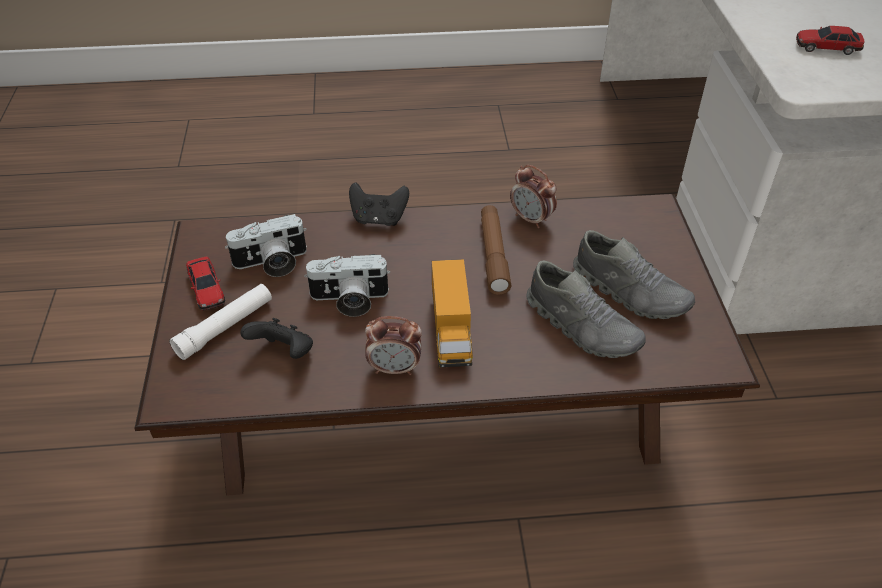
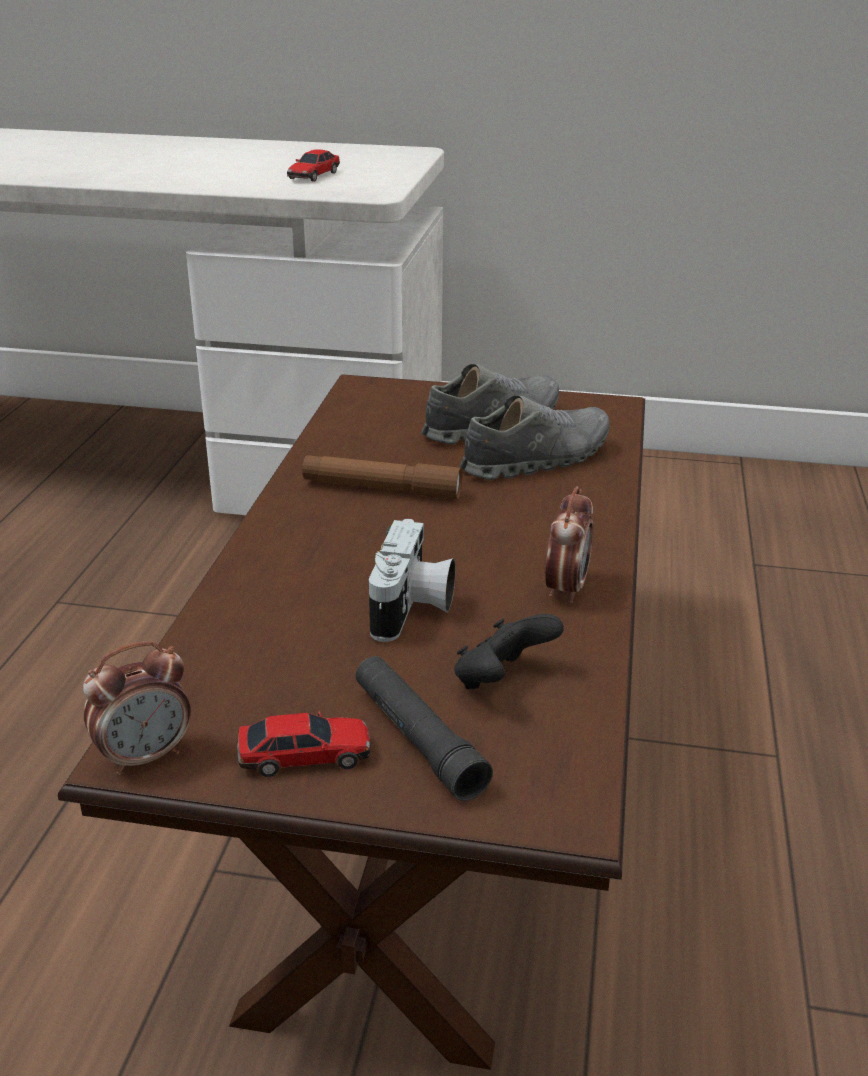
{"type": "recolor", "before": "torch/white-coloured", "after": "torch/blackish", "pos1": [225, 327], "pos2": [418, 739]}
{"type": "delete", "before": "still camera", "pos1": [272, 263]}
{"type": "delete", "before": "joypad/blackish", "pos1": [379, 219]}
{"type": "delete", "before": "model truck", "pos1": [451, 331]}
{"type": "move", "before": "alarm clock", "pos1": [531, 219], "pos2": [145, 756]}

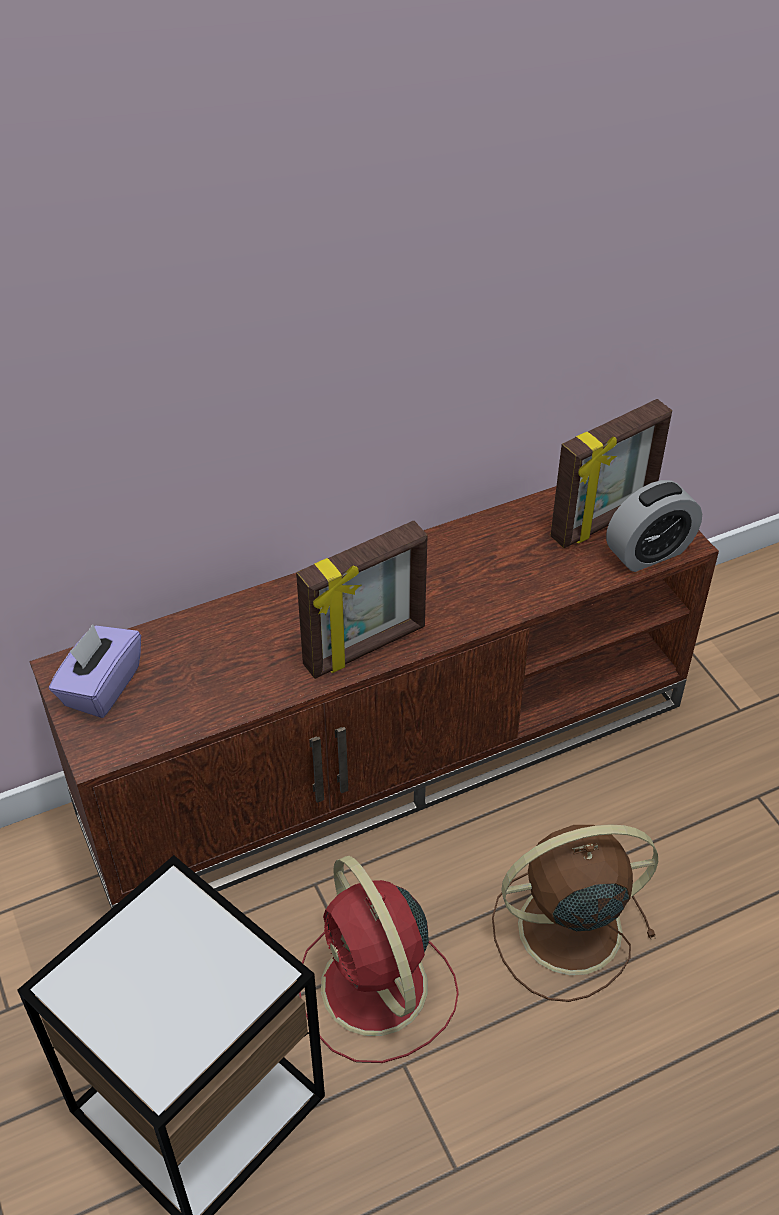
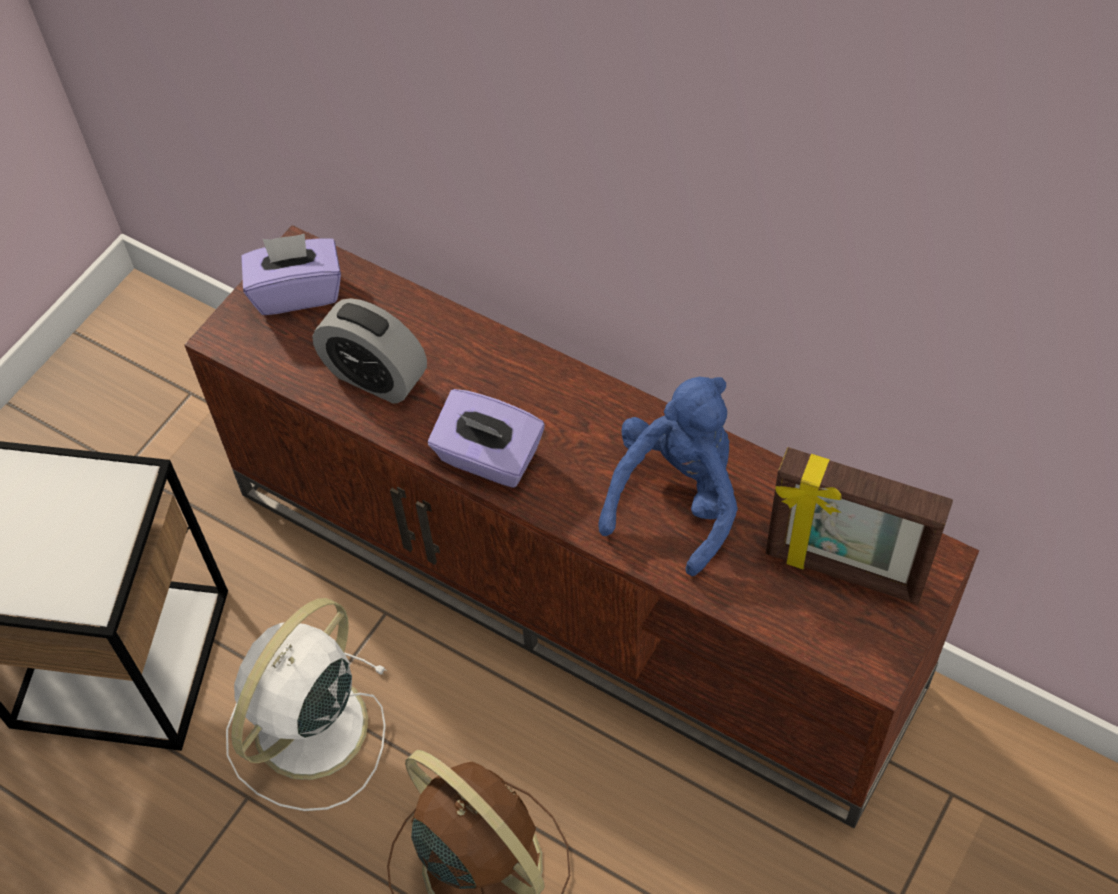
{"type": "replace", "before": "standing frame", "after": "box of tissues/purple", "pos1": [365, 648], "pos2": [488, 458]}
{"type": "recolor", "before": "cooling fan/reddish", "after": "cooling fan/white-coloured", "pos1": [376, 990], "pos2": [308, 730]}
{"type": "move", "before": "alarm clock", "pos1": [648, 552], "pos2": [375, 376]}
{"type": "insert", "after": "plush toy/blue", "pos2": [677, 498]}

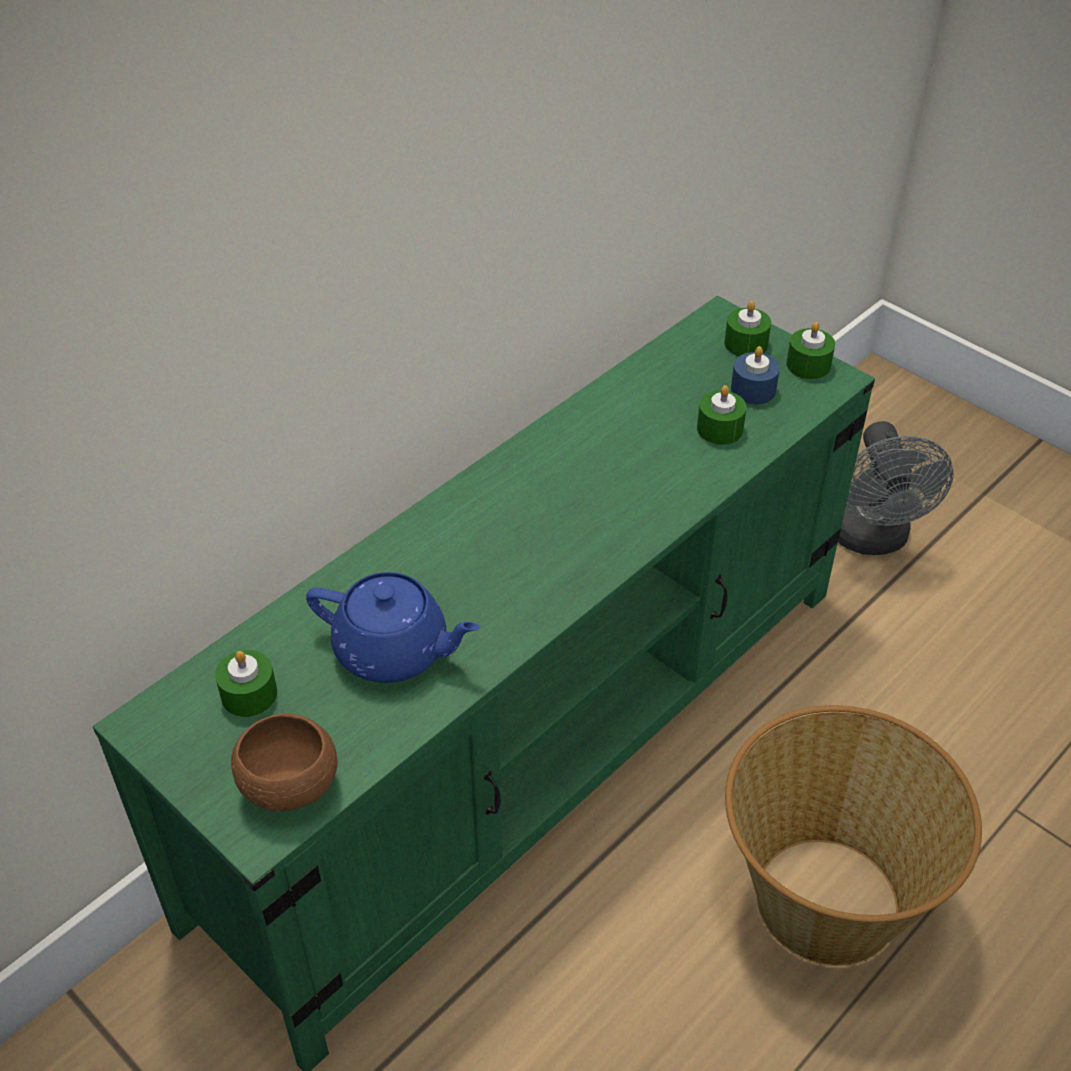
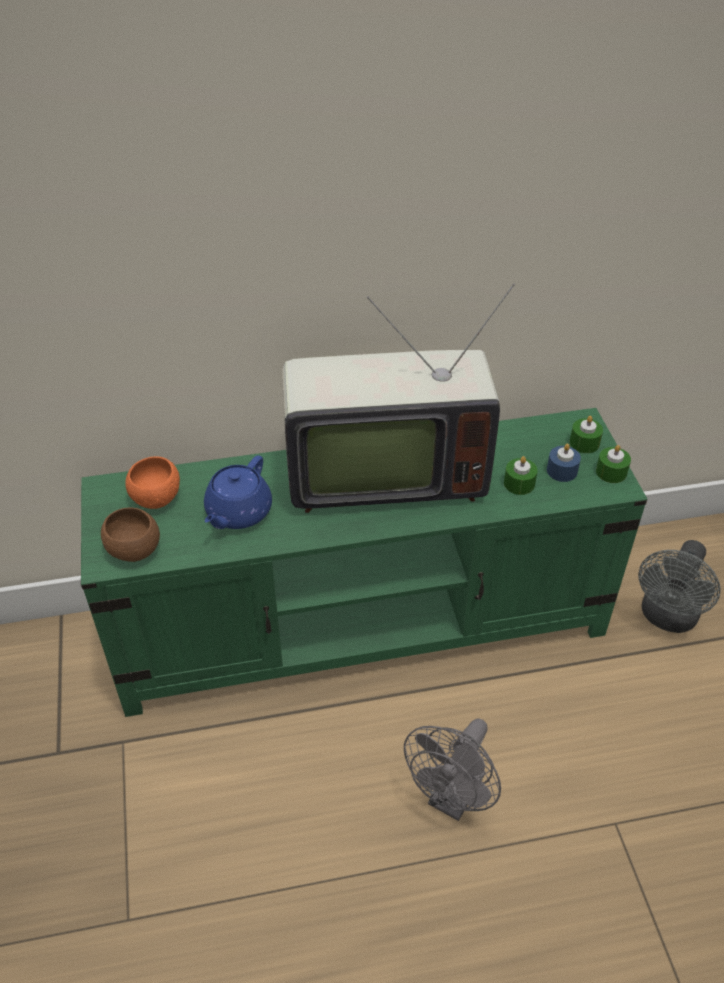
{"type": "replace", "before": "candle/greenish", "after": "serving bowl/orangey", "pos1": [249, 694], "pos2": [156, 498]}
{"type": "rotate", "before": "teapot/blue", "pos1": [394, 651], "pos2": [238, 513], "turn": 60}
{"type": "replace", "before": "basket", "after": "cooling fan/gray", "pos1": [825, 898], "pos2": [452, 799]}
{"type": "insert", "after": "TV", "pos2": [381, 474]}

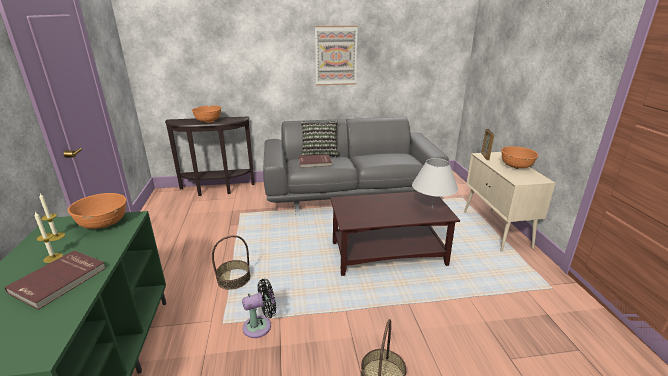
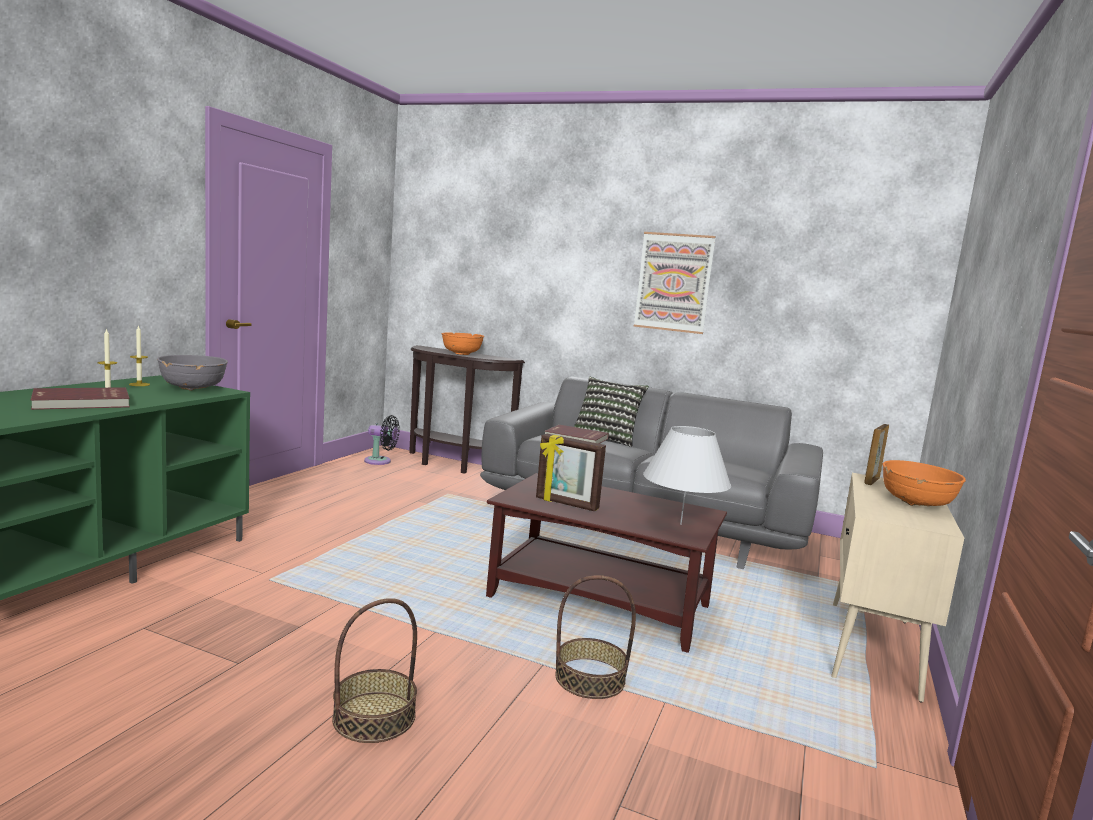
{"type": "recolor", "before": "serving bowl/orangey", "after": "serving bowl/gray", "pos1": [103, 223], "pos2": [193, 388]}
{"type": "move", "before": "basket", "pos1": [234, 279], "pos2": [590, 678]}
{"type": "move", "before": "cooling fan/blackish", "pos1": [260, 326], "pos2": [380, 461]}
{"type": "insert", "after": "standing frame", "pos2": [566, 504]}

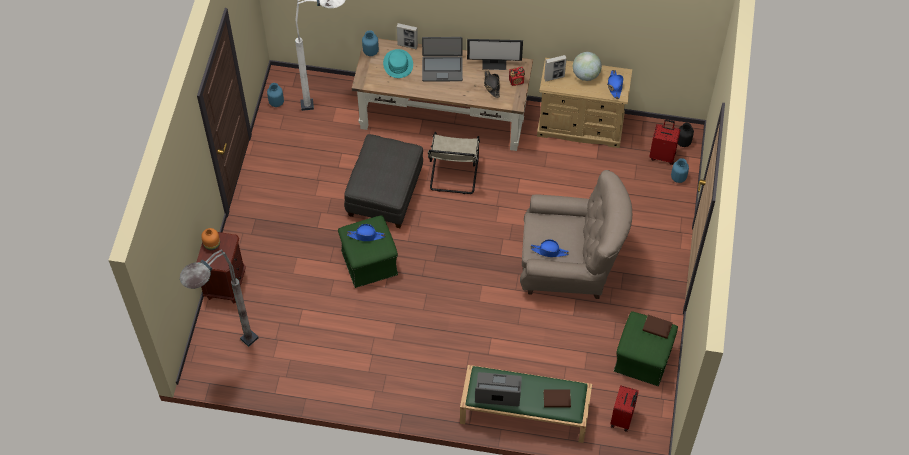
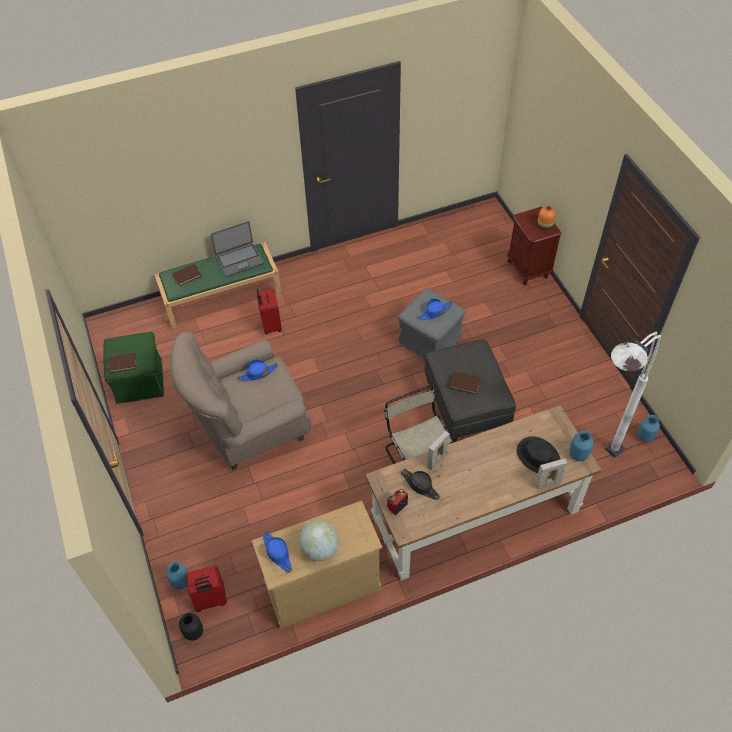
{"type": "delete", "before": "standing lamp/gray", "pos1": [228, 356]}
{"type": "recolor", "before": "footrest/greenish", "after": "footrest/gray", "pos1": [369, 262], "pos2": [430, 340]}
{"type": "recolor", "before": "hat/turquoise-coloured", "after": "hat/blackish", "pos1": [398, 64], "pos2": [537, 456]}
{"type": "delete", "before": "portable computer", "pos1": [442, 68]}
{"type": "delete", "before": "computer display", "pos1": [494, 63]}
{"type": "move", "before": "standing frame", "pos1": [554, 77], "pos2": [437, 460]}
{"type": "move", "before": "piece of luggage/reddish", "pos1": [623, 418], "pos2": [270, 325]}
{"type": "insert", "after": "volume/brownish", "pos2": [465, 383]}

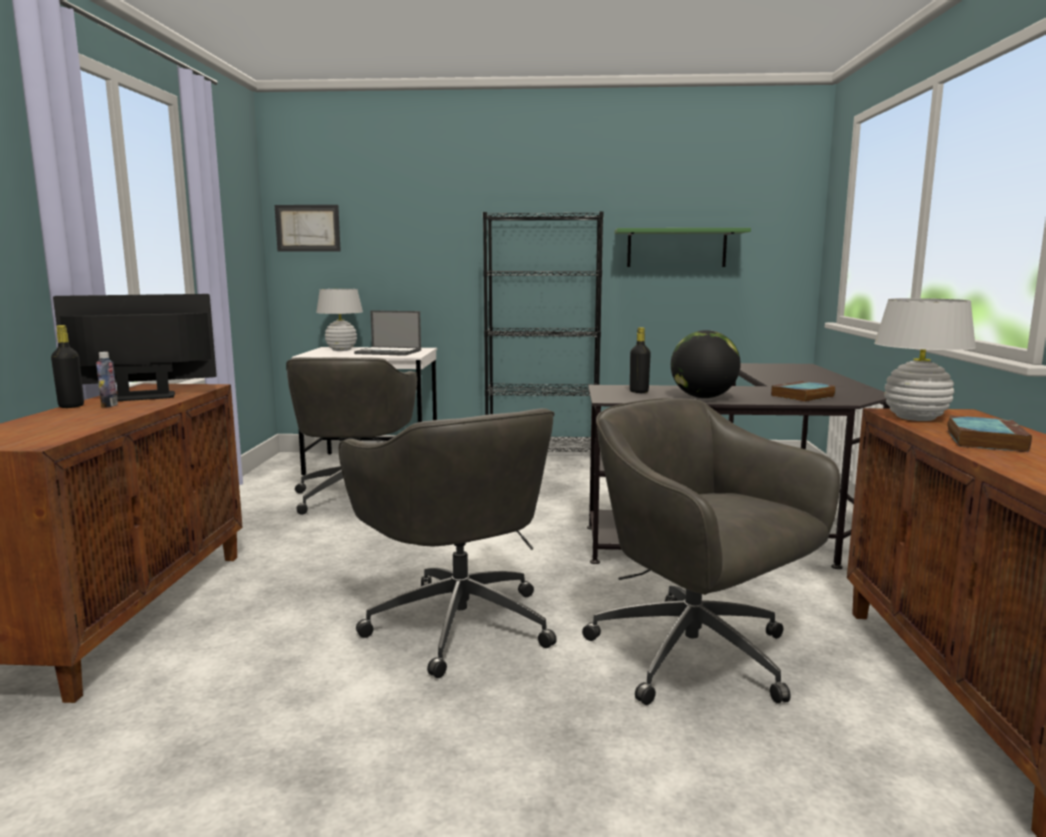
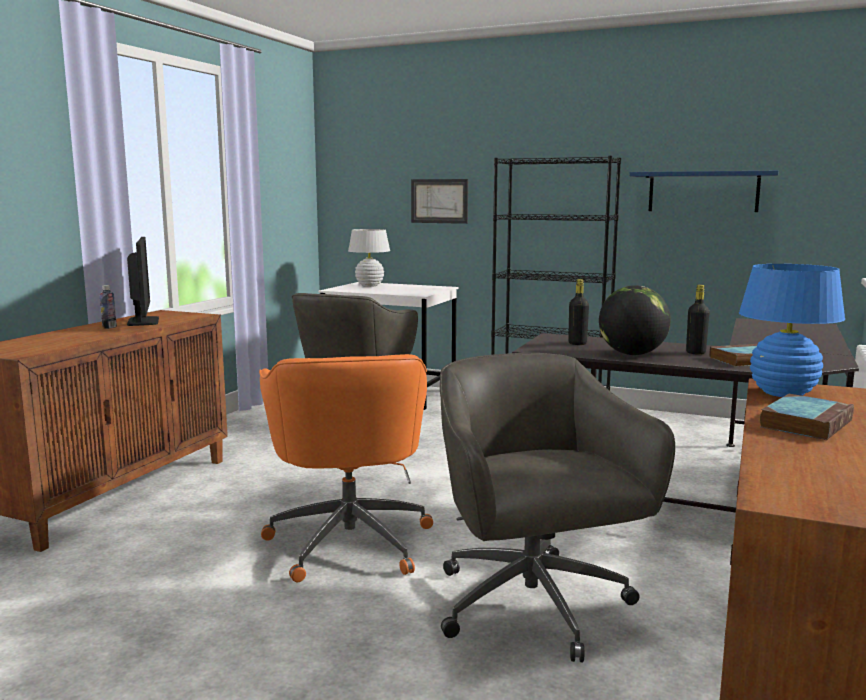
{"type": "move", "before": "bottle/blackish", "pos1": [71, 406], "pos2": [695, 353]}
{"type": "rotate", "before": "computer display", "pos1": [144, 397], "pos2": [143, 321], "turn": 75}
{"type": "move", "before": "wall picture", "pos1": [308, 228], "pos2": [439, 201]}
{"type": "recolor", "before": "computer chair/gray", "after": "computer chair/orangey", "pos1": [458, 622], "pos2": [350, 540]}
{"type": "delete", "before": "portable computer", "pos1": [389, 352]}
{"type": "recolor", "before": "wall shelf/greenish", "after": "wall shelf/blue", "pos1": [676, 248], "pos2": [703, 192]}
{"type": "recolor", "before": "lamp for a table/white-coloured", "after": "lamp for a table/blue", "pos1": [915, 418], "pos2": [783, 393]}

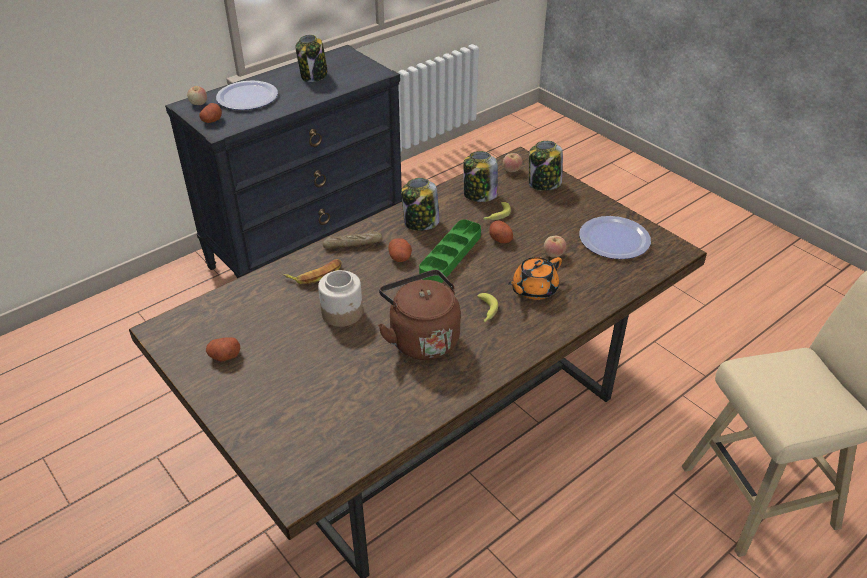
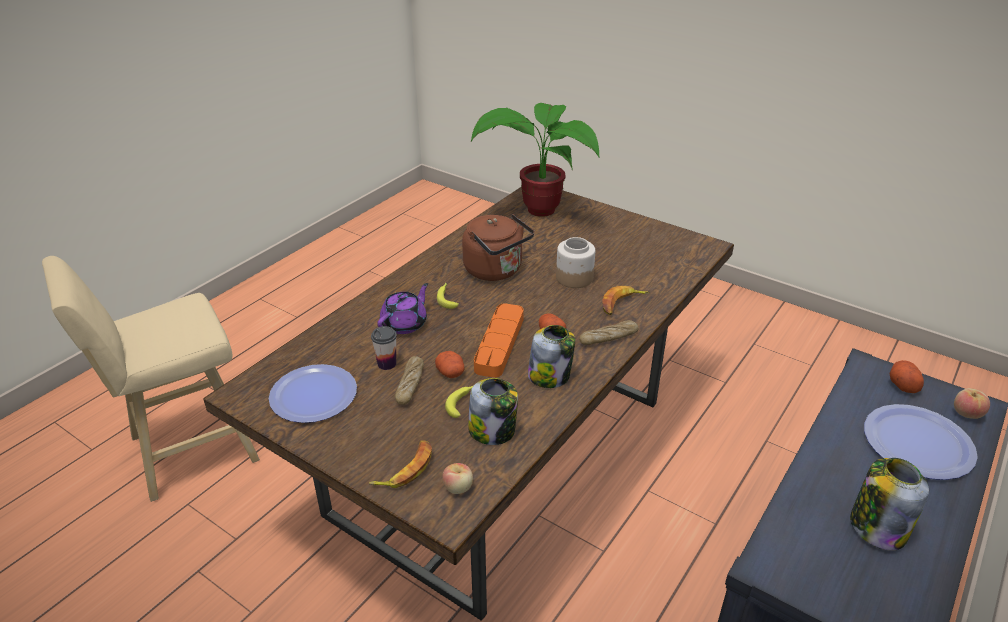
{"type": "delete", "before": "whole potato", "pos1": [224, 356]}
{"type": "recolor", "before": "serving tray/greenish", "after": "serving tray/orangey", "pos1": [450, 255], "pos2": [499, 344]}
{"type": "recolor", "before": "teapot/orangey", "after": "teapot/purple", "pos1": [533, 289], "pos2": [405, 324]}
{"type": "replace", "before": "storage jar", "after": "whole banana", "pos1": [544, 184], "pos2": [406, 469]}
{"type": "replace", "before": "apple fruit", "after": "cup", "pos1": [553, 254], "pos2": [387, 363]}
{"type": "insert", "after": "baked bread", "pos2": [410, 384]}
{"type": "insert", "after": "plant in a pot", "pos2": [536, 211]}

